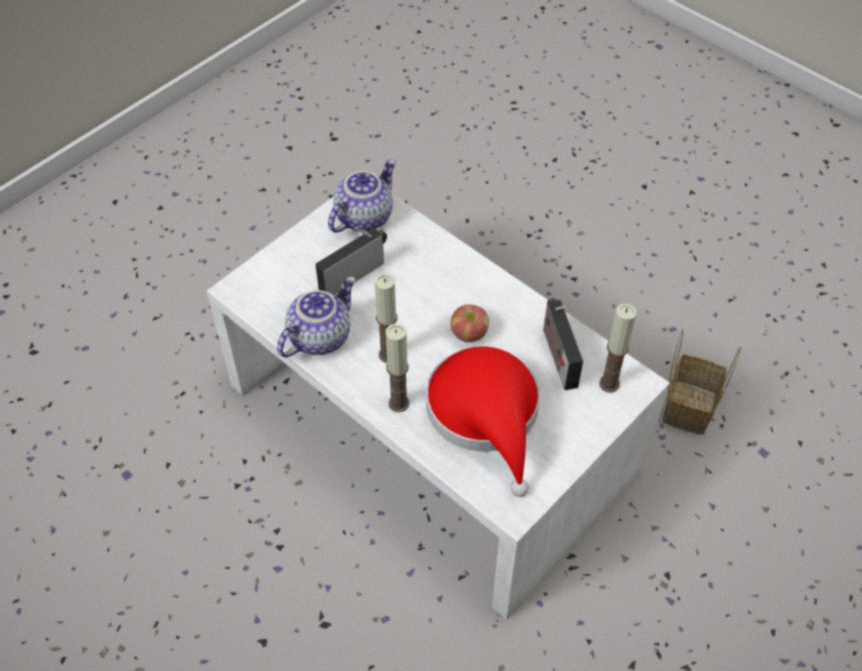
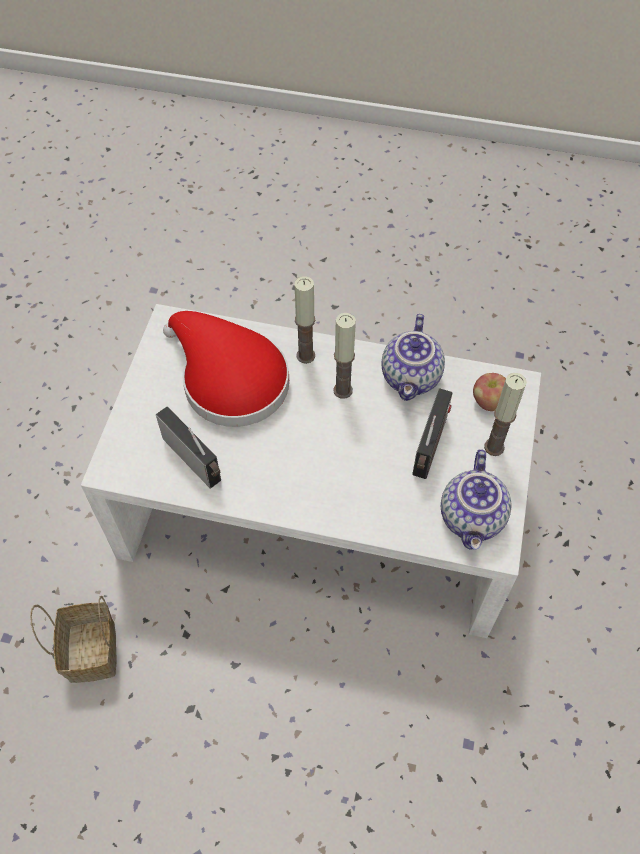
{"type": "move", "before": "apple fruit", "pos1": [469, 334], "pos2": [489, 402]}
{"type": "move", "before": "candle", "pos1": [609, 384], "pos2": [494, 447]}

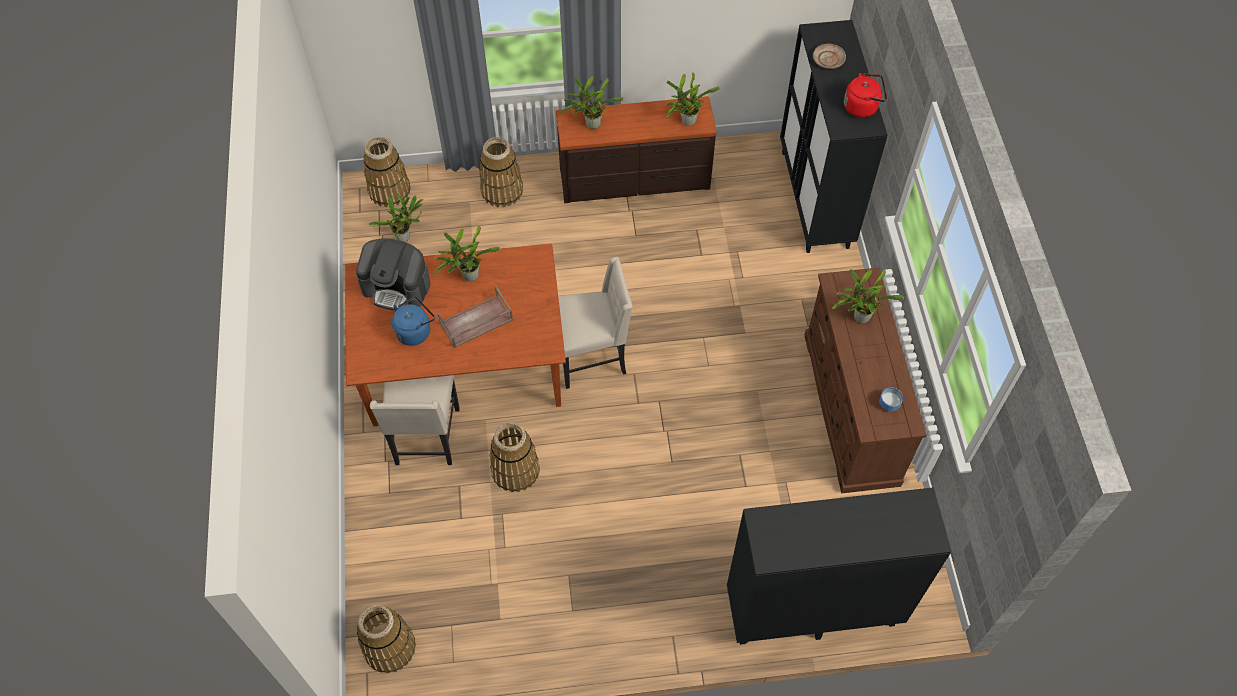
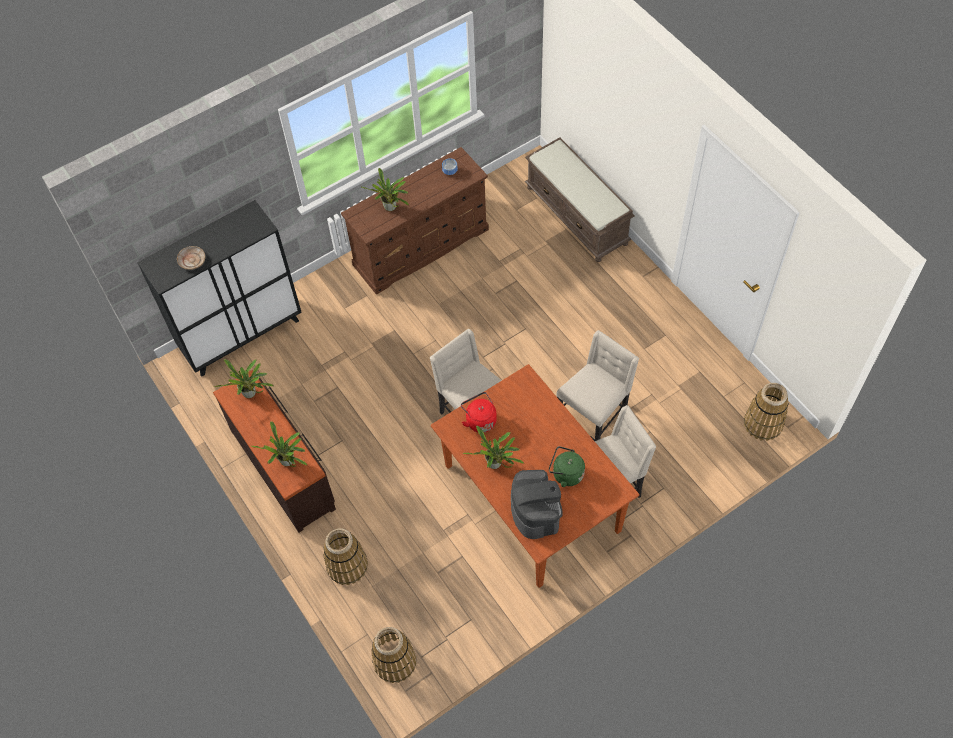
{"type": "delete", "before": "plant in a pot", "pos1": [405, 237]}
{"type": "recolor", "before": "water kettle/blue", "after": "water kettle/greenish", "pos1": [415, 331], "pos2": [566, 474]}
{"type": "delete", "before": "serving tray/brownish", "pos1": [476, 322]}
{"type": "replace", "before": "basket", "after": "chair/beige-coloured", "pos1": [515, 470], "pos2": [593, 417]}
{"type": "replace", "before": "cabinet/blackish", "after": "long seat/brownish", "pos1": [812, 611], "pos2": [577, 215]}
{"type": "move", "before": "water kettle/reddish", "pos1": [862, 107], "pos2": [479, 420]}

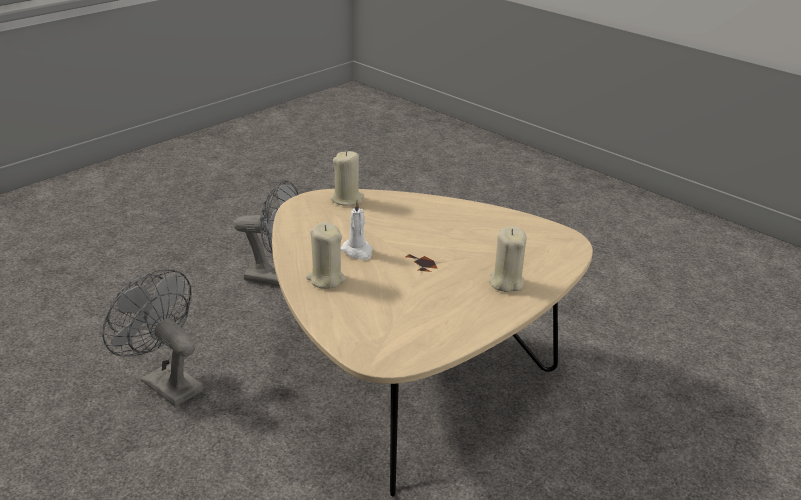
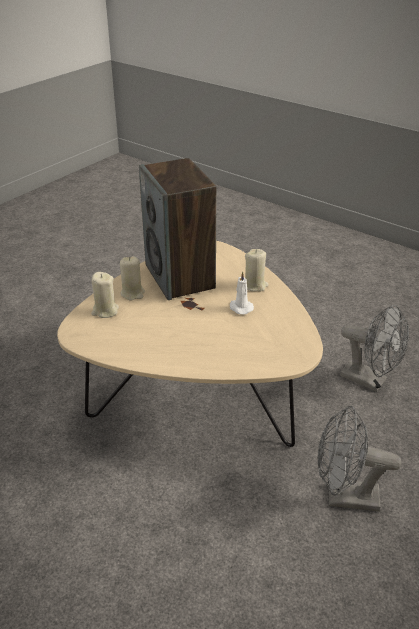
{"type": "move", "before": "candle/beige-coloured", "pos1": [347, 199], "pos2": [105, 311]}
{"type": "insert", "after": "loudspeaker", "pos2": [180, 277]}

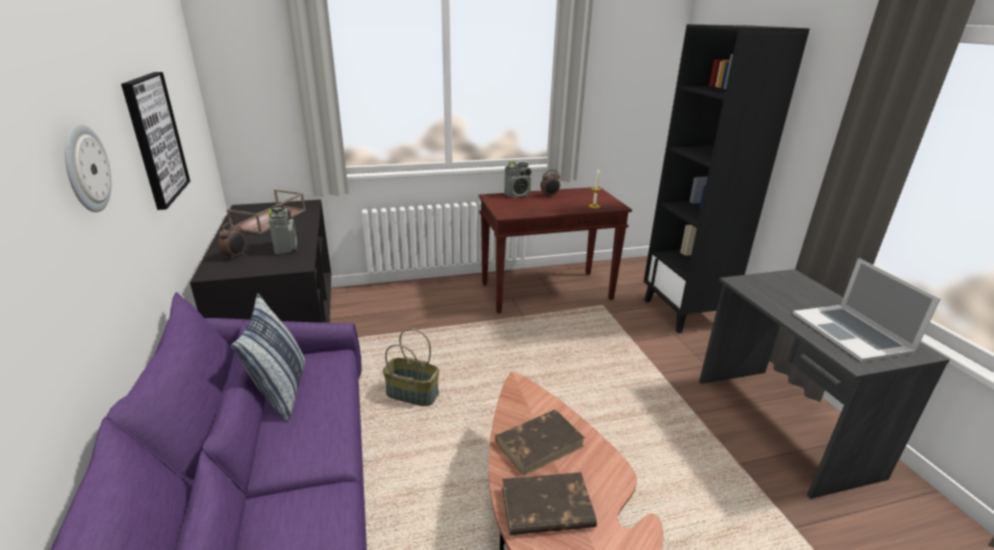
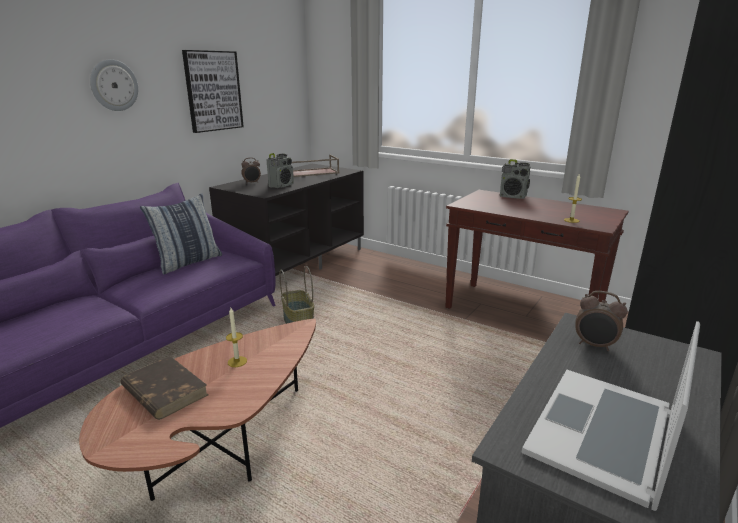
{"type": "replace", "before": "volume/brownish", "after": "candle", "pos1": [540, 443], "pos2": [237, 361]}
{"type": "move", "before": "alarm clock", "pos1": [549, 195], "pos2": [594, 345]}

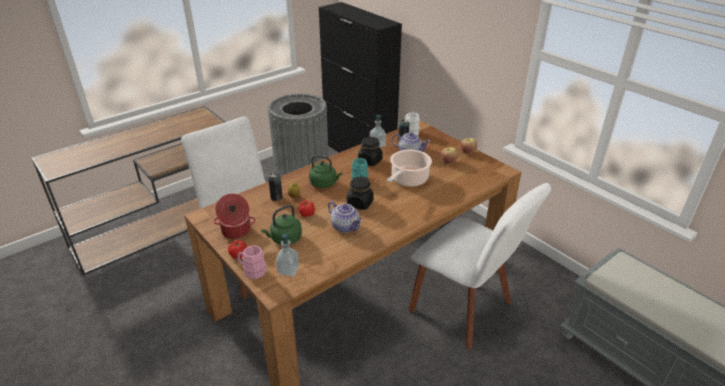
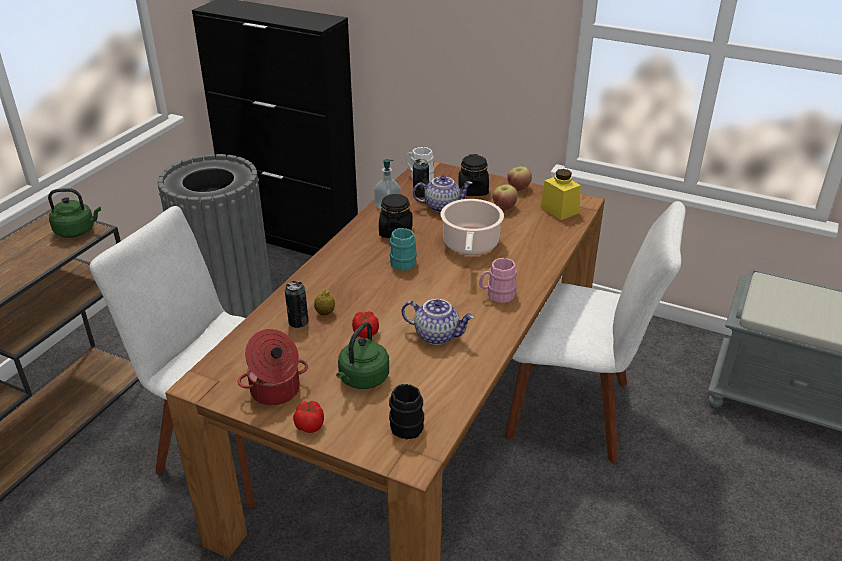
{"type": "move", "before": "mug/pink", "pos1": [252, 271], "pos2": [497, 295]}
{"type": "replace", "before": "soap dispenser", "after": "mug/blackish", "pos1": [288, 270], "pos2": [405, 423]}
{"type": "move", "before": "water kettle/greenish", "pos1": [324, 184], "pos2": [77, 231]}
{"type": "move", "before": "storage jar/blackish", "pos1": [360, 203], "pos2": [473, 191]}
{"type": "insert", "after": "storage jar/yellow-coloured", "pos2": [559, 210]}

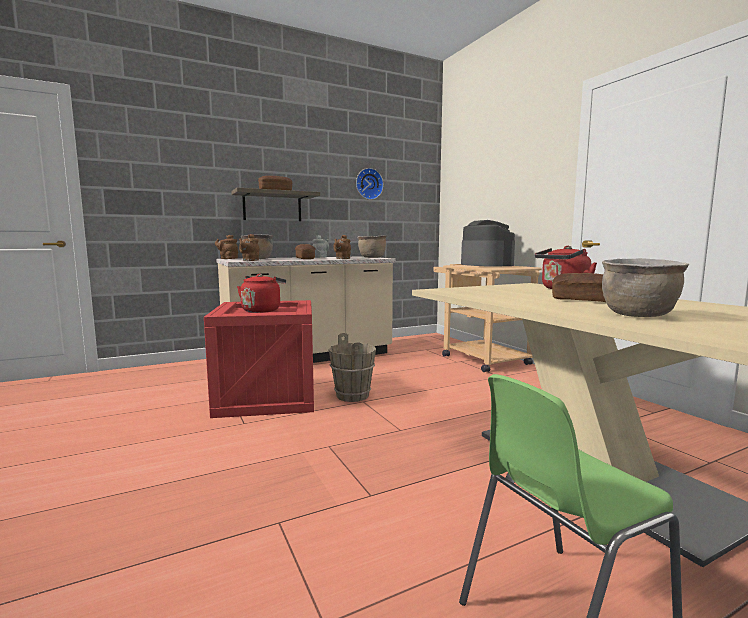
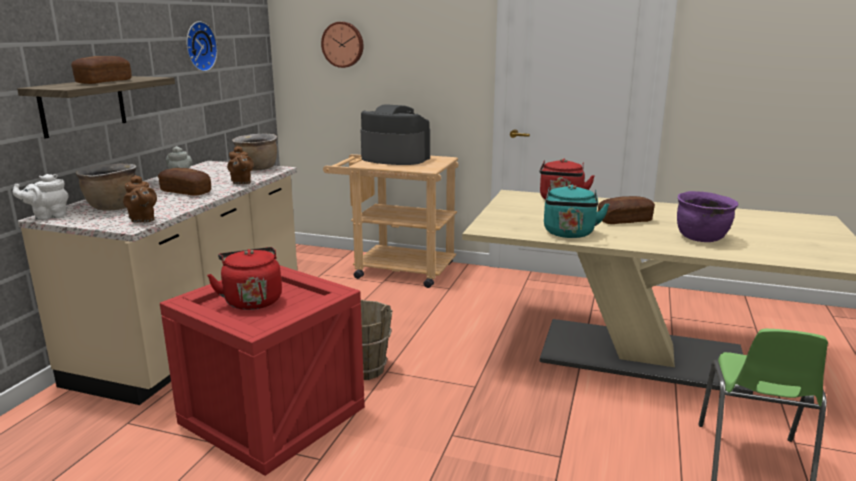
{"type": "recolor", "before": "teapot/brownish", "after": "teapot/white-coloured", "pos1": [227, 258], "pos2": [48, 217]}
{"type": "recolor", "before": "saucepot/brownish", "after": "saucepot/purple", "pos1": [638, 315], "pos2": [701, 238]}
{"type": "insert", "after": "wall clock", "pos2": [343, 44]}
{"type": "insert", "after": "water kettle/turquoise-coloured", "pos2": [569, 234]}

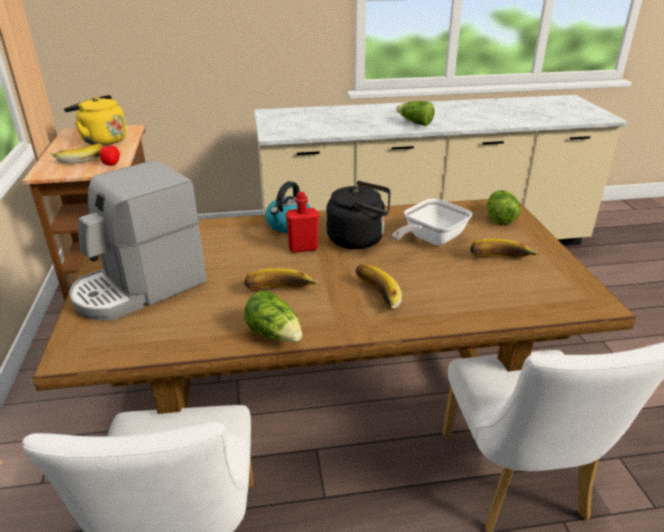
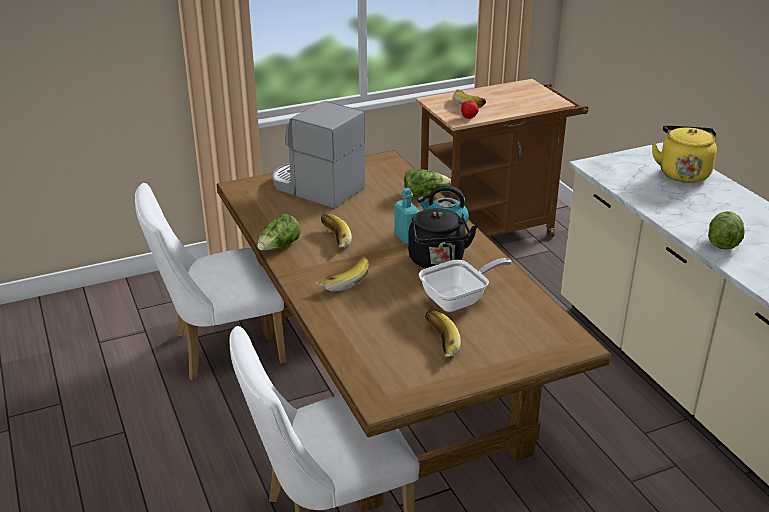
{"type": "move", "before": "water kettle/yellow-coloured", "pos1": [102, 140], "pos2": [683, 173]}
{"type": "recolor", "before": "bottle/reddish", "after": "bottle/turquoise-coloured", "pos1": [303, 248], "pos2": [406, 237]}
{"type": "rotate", "before": "pan", "pos1": [430, 239], "pos2": [459, 300], "turn": 120}
{"type": "move", "before": "lettuce", "pos1": [499, 218], "pos2": [424, 194]}

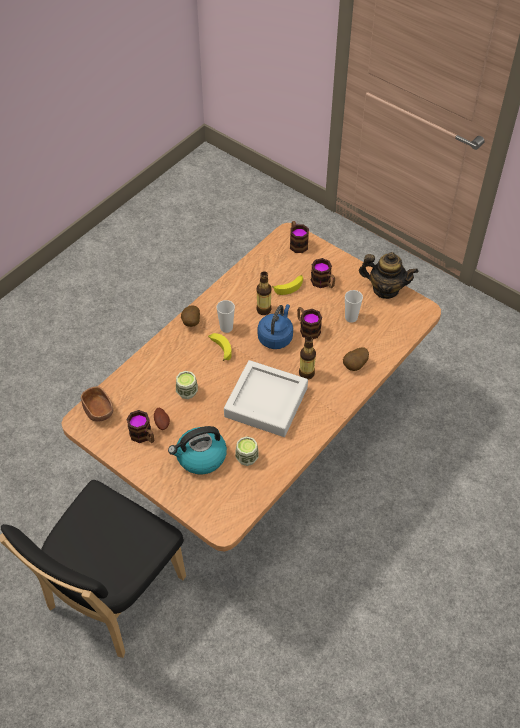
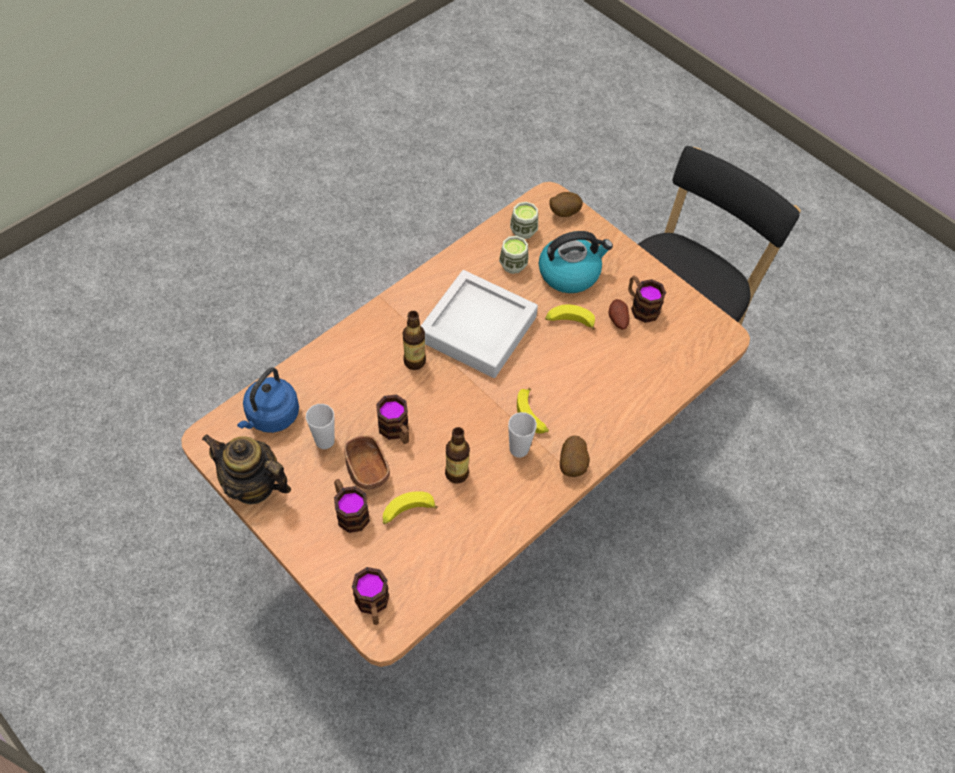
{"type": "move", "before": "serving bowl/brownish", "pos1": [99, 411], "pos2": [367, 470]}
{"type": "move", "before": "cup", "pos1": [187, 392], "pos2": [523, 230]}
{"type": "move", "before": "water kettle/blue", "pos1": [276, 337], "pos2": [271, 416]}
{"type": "move", "before": "whole potato", "pos1": [355, 366], "pos2": [563, 212]}
{"type": "insert", "after": "whole banana", "pos2": [569, 322]}

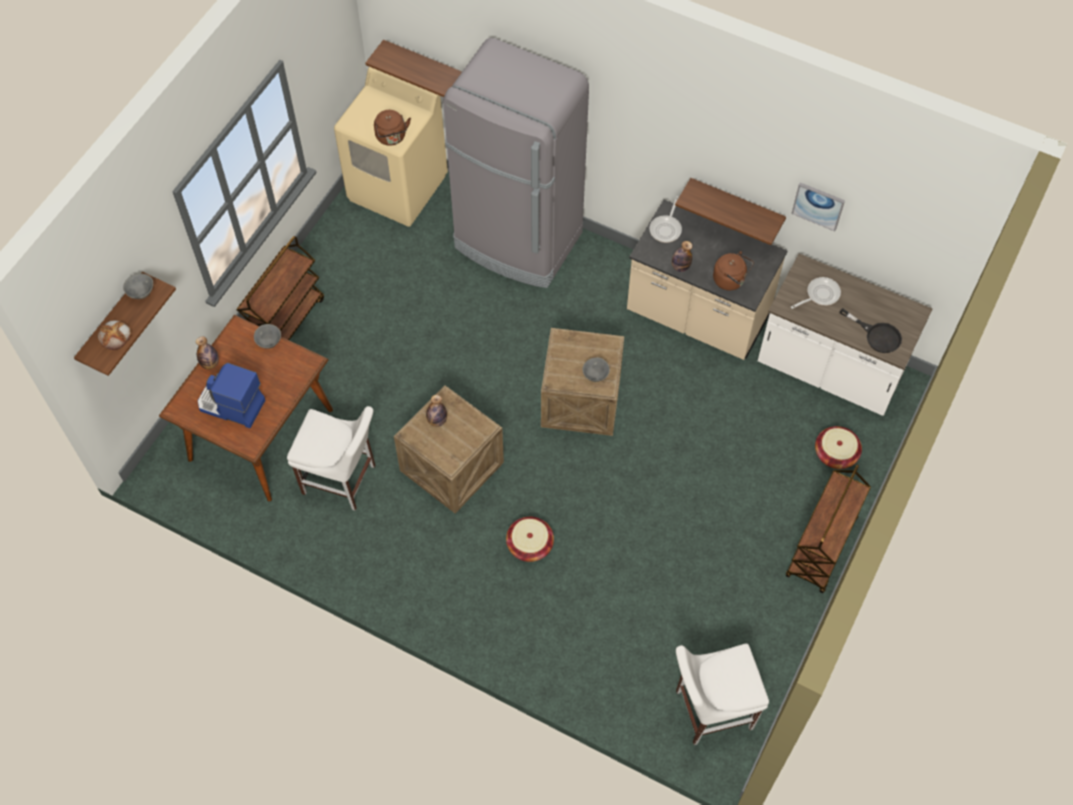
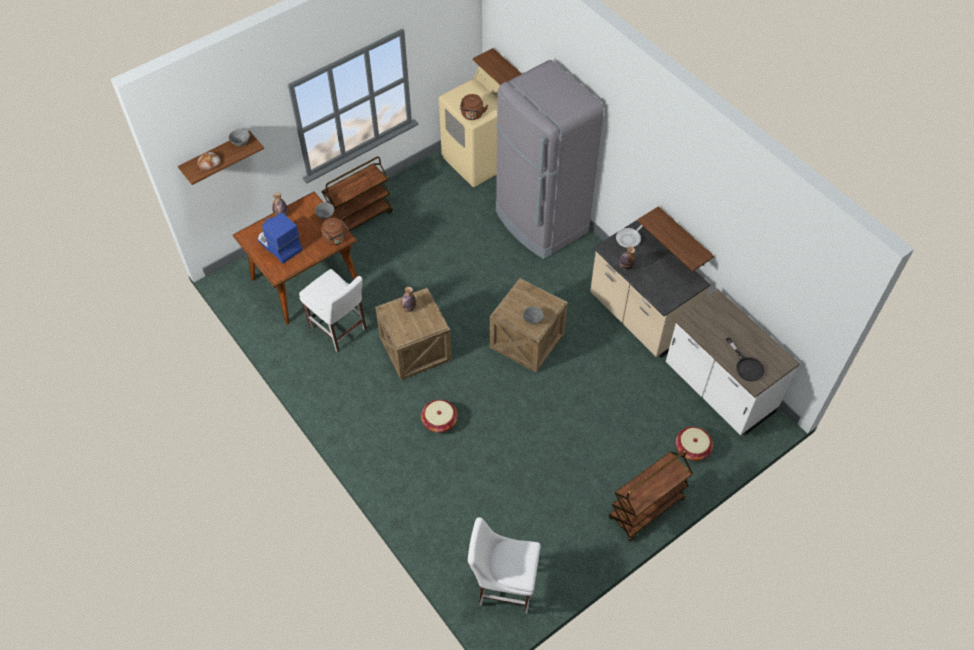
{"type": "move", "before": "water kettle/brownish", "pos1": [731, 280], "pos2": [335, 239]}
{"type": "delete", "before": "wall picture", "pos1": [818, 206]}
{"type": "delete", "before": "pan", "pos1": [820, 295]}

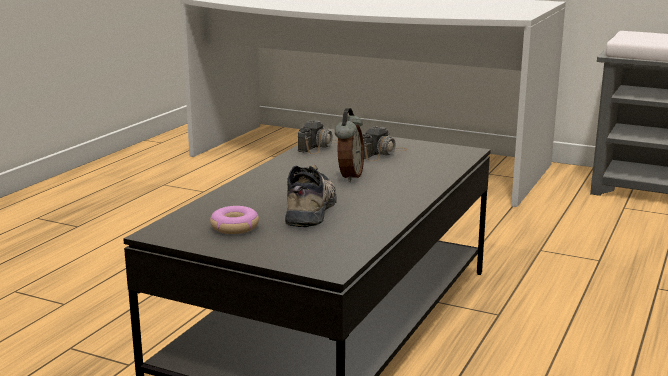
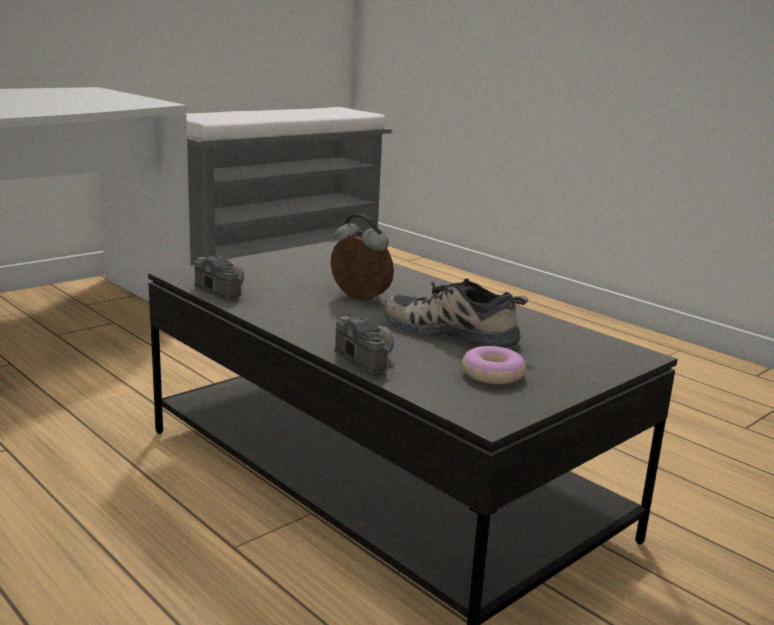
{"type": "move", "before": "still camera", "pos1": [382, 153], "pos2": [366, 356]}

